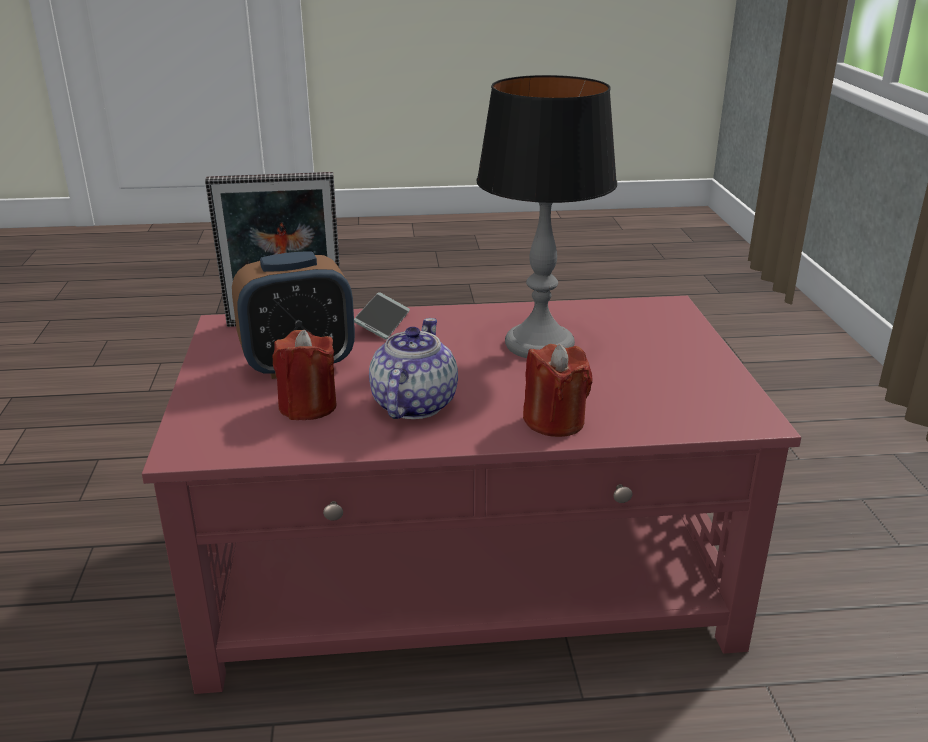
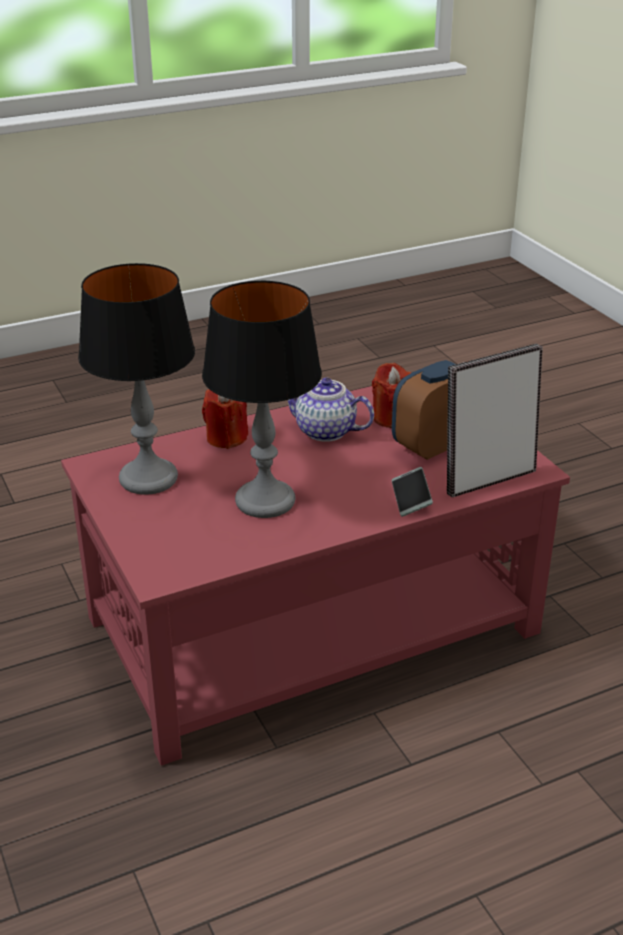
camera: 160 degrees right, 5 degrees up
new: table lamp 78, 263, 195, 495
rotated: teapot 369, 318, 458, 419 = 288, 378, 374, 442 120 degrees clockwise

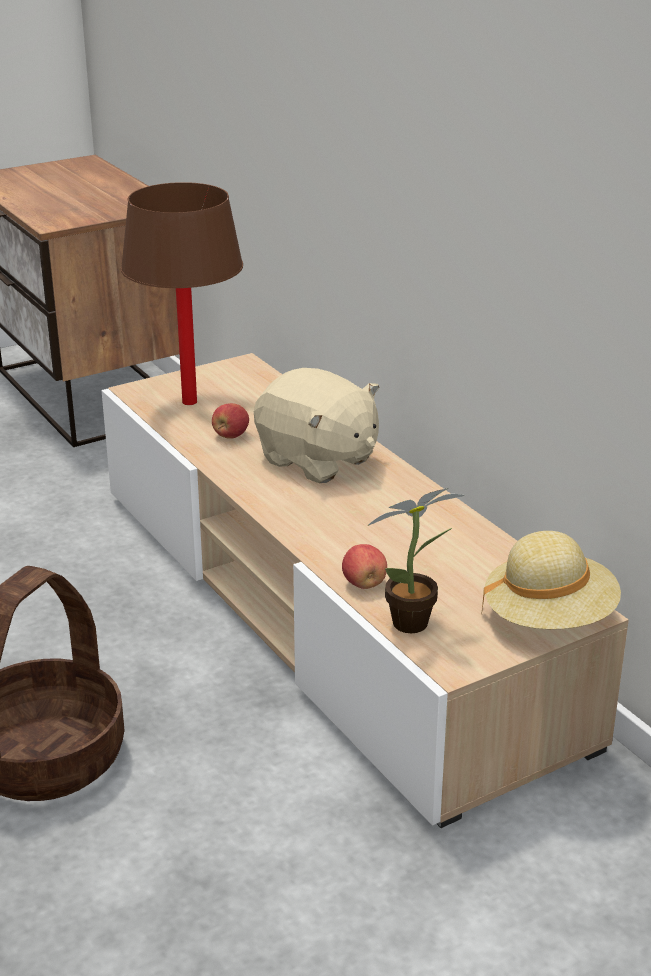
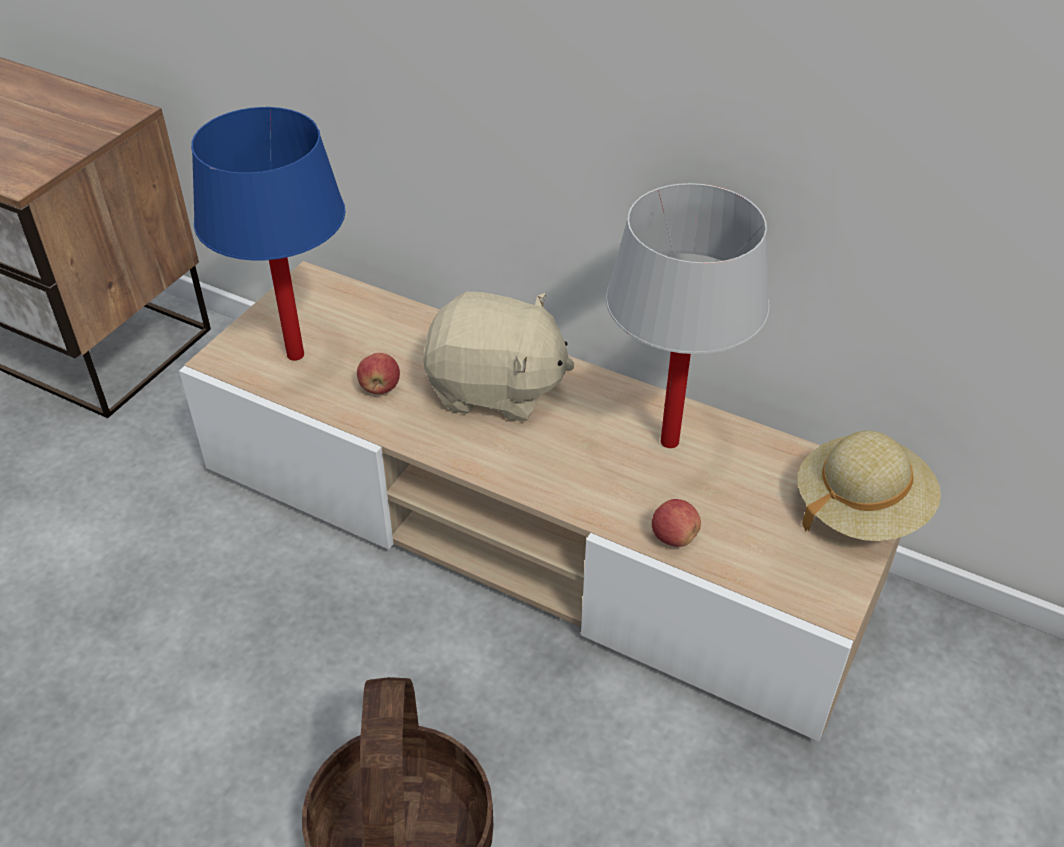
camera: 30 degrees left, 15 degrees up
gone: houseplant 368, 488, 465, 633
new: table lamp (whitish) 606, 183, 769, 448
repainted: table lamp (brown-coloured) 121, 182, 243, 405 to table lamp (bluish) 191, 107, 346, 361

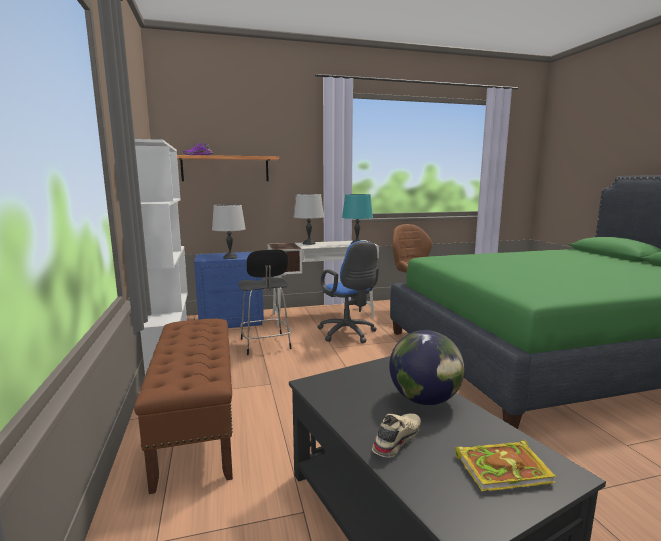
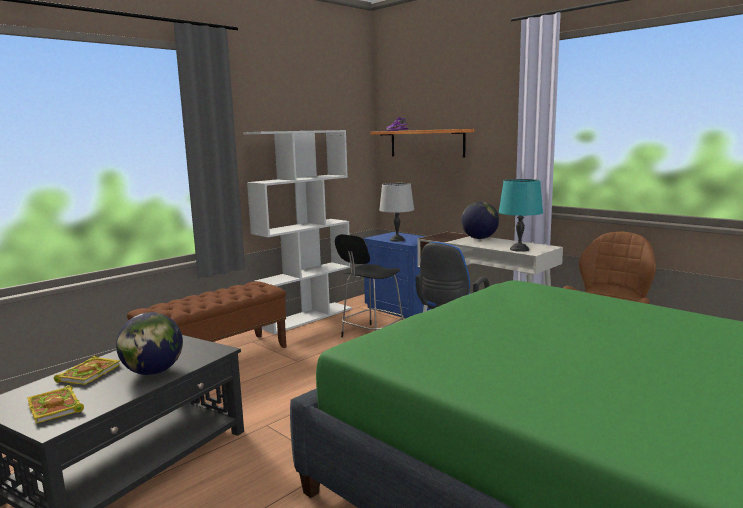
camera: 60 degrees right, 0 degrees up
swapped: table lamp (grey) 294, 194, 324, 245 to globe 461, 202, 499, 239; shoe (beige) 372, 413, 421, 458 to volume 54, 355, 121, 385

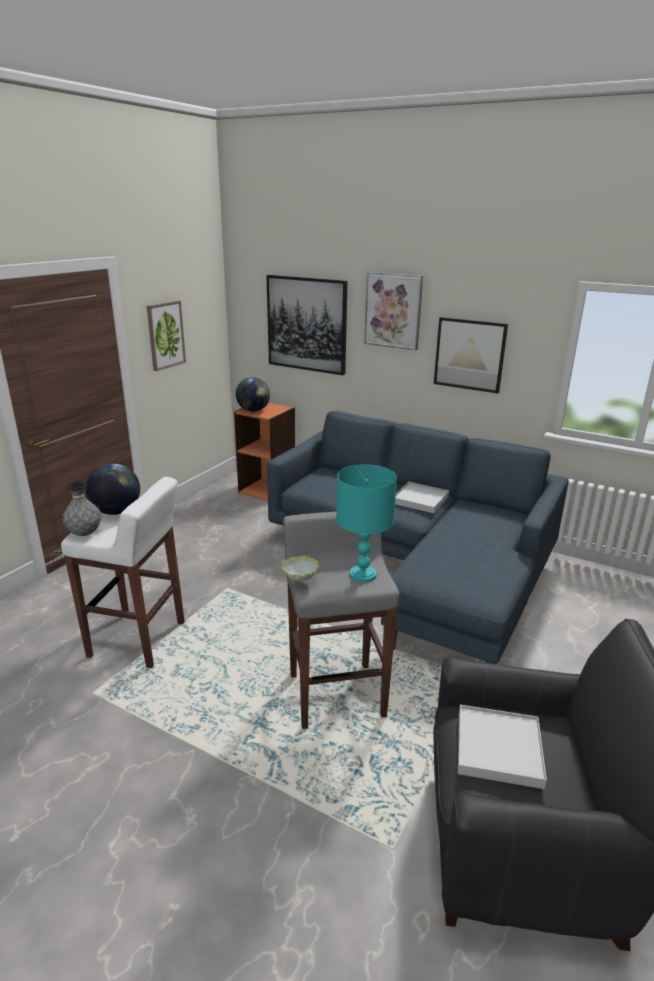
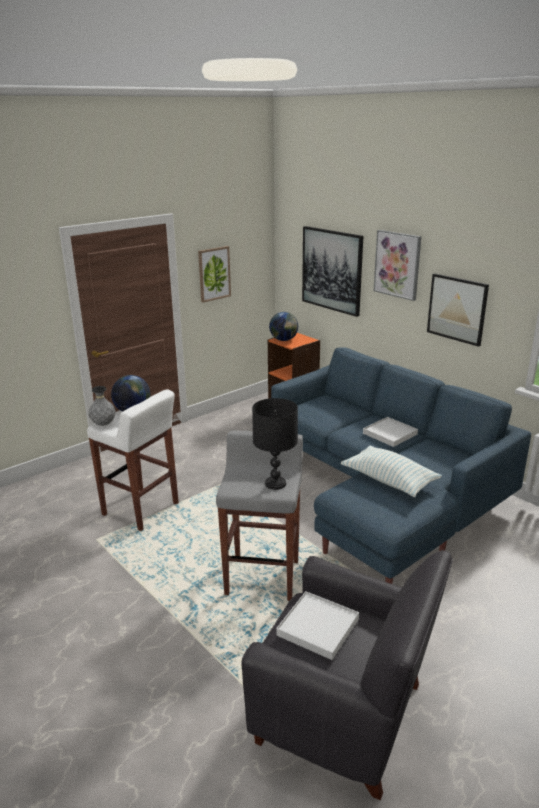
camera: 20 degrees right, 0 degrees up
gone: serving bowl 281, 556, 319, 582
new: cushion 341, 446, 442, 497
repainted: table lamp (turquoise-coloured) 336, 464, 397, 582 to table lamp (black) 252, 398, 298, 490

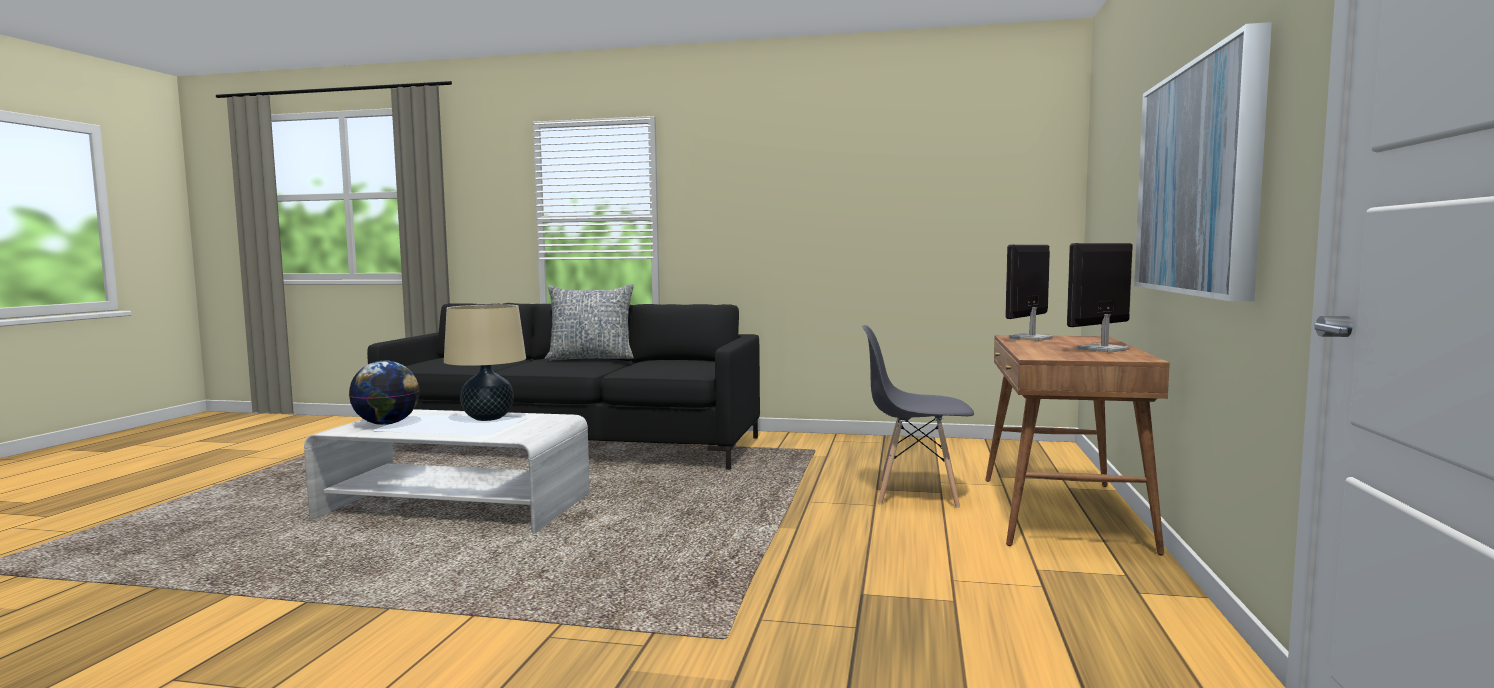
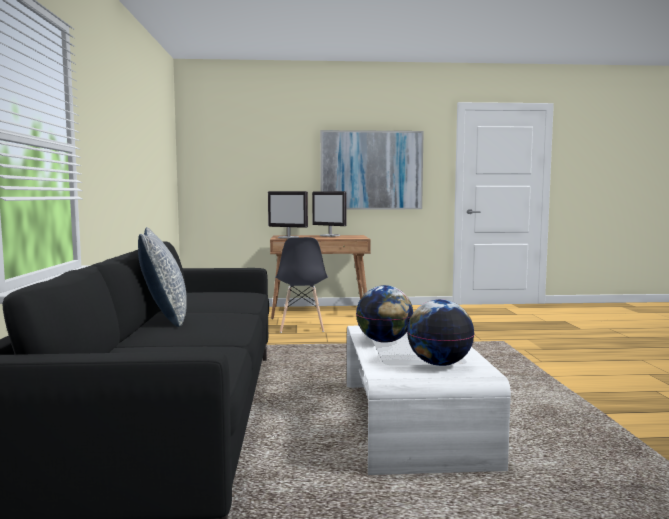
camera: 105 degrees left, 0 degrees up
swapped: table lamp (beige) 444, 304, 526, 421 to globe 356, 285, 413, 343

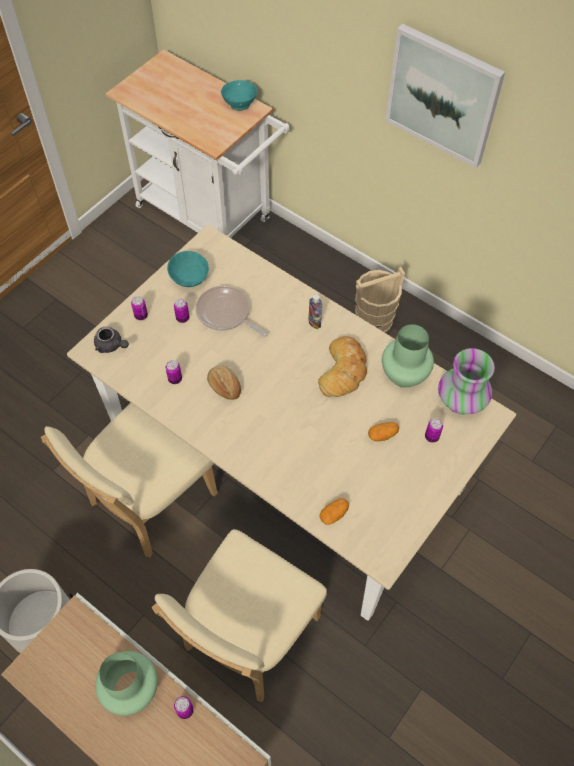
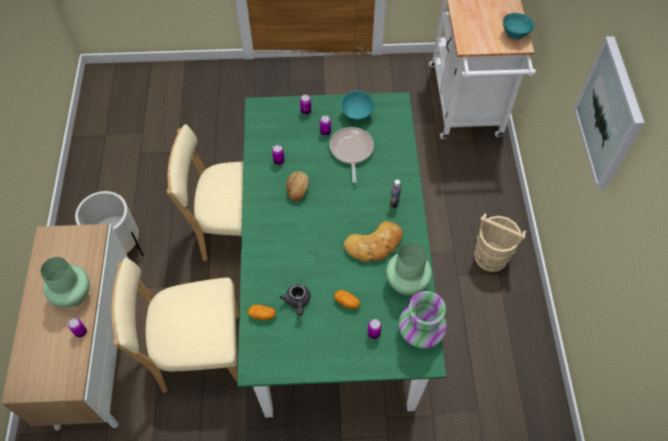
camera: 50 degrees right, 0 degrees up
shifted: teapot (grey) 94, 326, 129, 353 to 280, 284, 310, 315
repainted: dinner table (beige) 67, 225, 516, 621 to dinner table (green-coloured) 237, 92, 446, 418

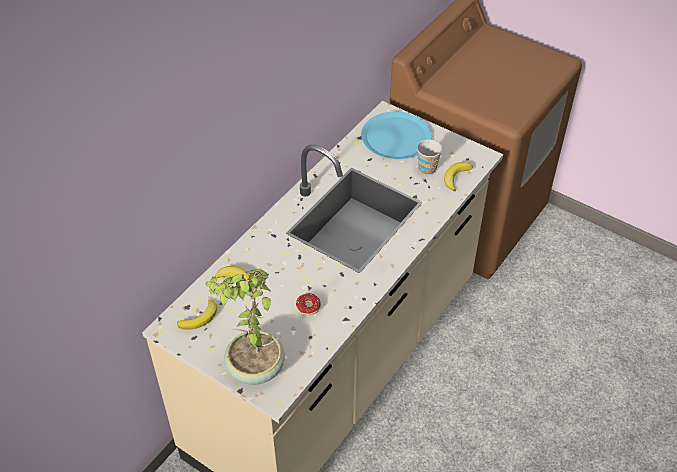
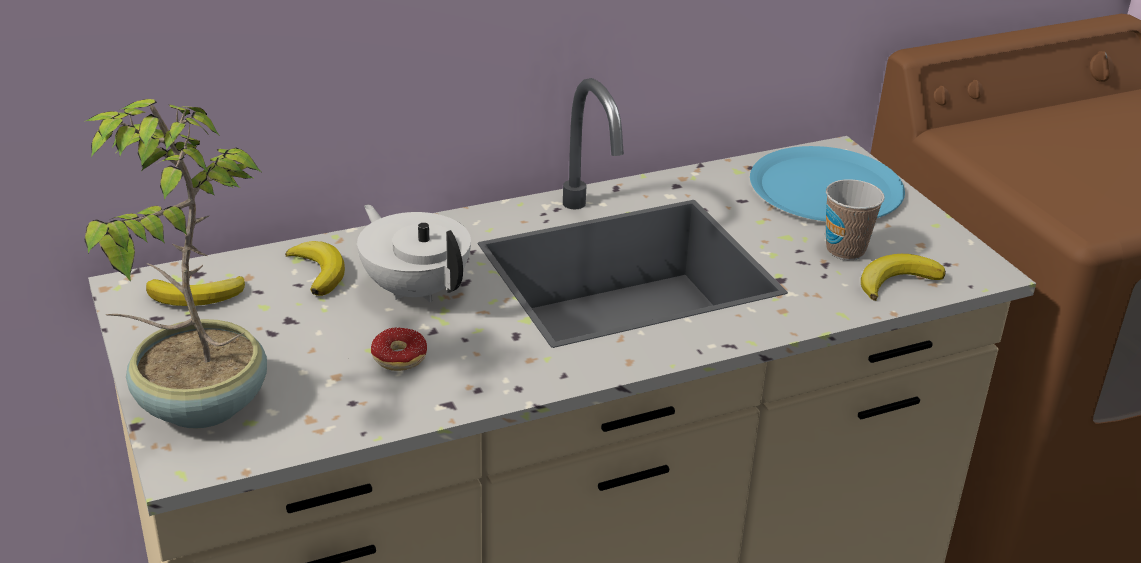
camera: 30 degrees right, 15 degrees down
new: teapot (whitish) 357, 205, 471, 302

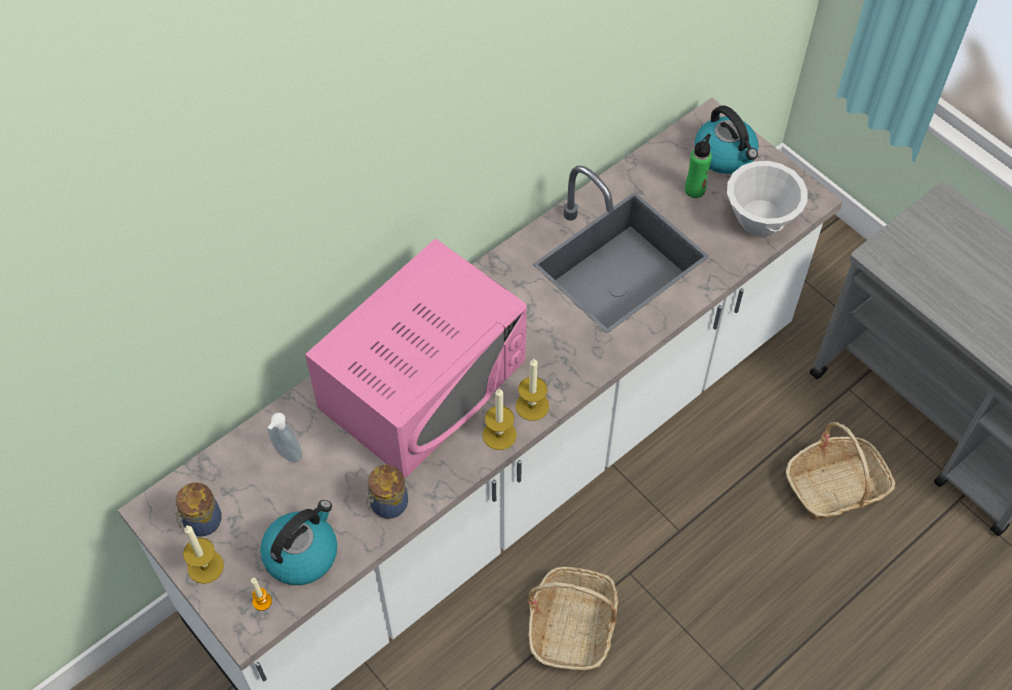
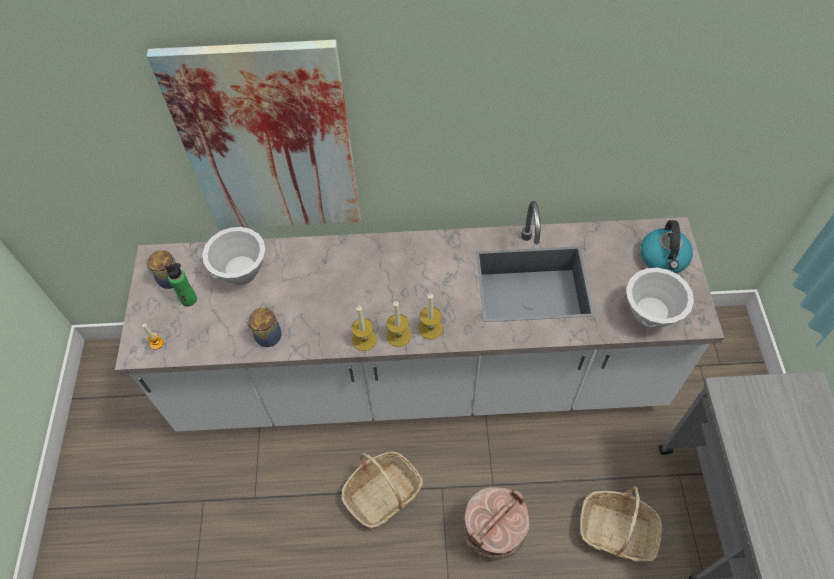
camera: 40 degrees right, 0 degrees up
gone: kettle 260, 500, 337, 585; microwave oven (pink) 305, 238, 527, 478
new: wall art 147, 40, 361, 229; pail (brown-coloured) 463, 487, 530, 561
shifted: wax candle 183, 525, 224, 584 to 418, 292, 443, 339; bottle (green-coloured) 685, 134, 712, 198 to 165, 263, 197, 306
swapped: soap dispenser 268, 413, 303, 463 to serving bowl (whitish) 202, 227, 265, 285

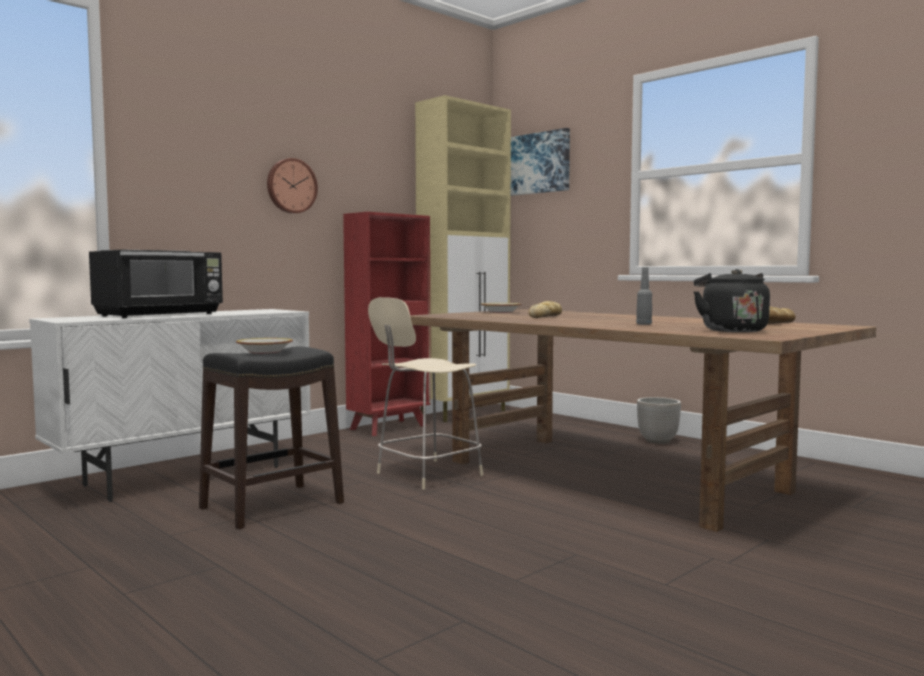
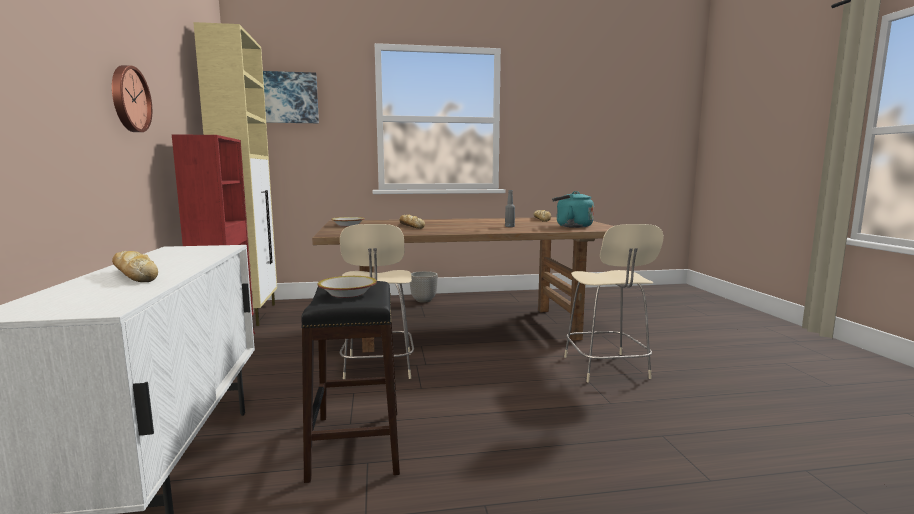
camera: 55 degrees left, 5 degrees up
new: upright chair (beige) 564, 224, 664, 383
swapped: microwave oven (black) 89, 250, 223, 318 to bread 112, 251, 158, 282
repainted: kettle (black) 694, 269, 770, 332 to kettle (turquoise-coloured) 552, 191, 594, 228

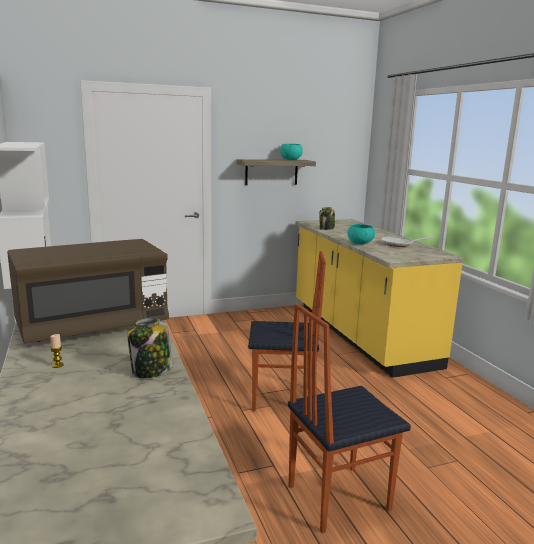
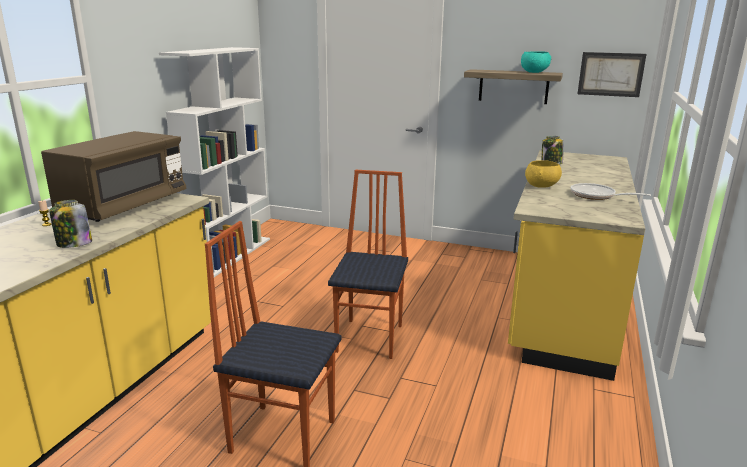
camera: 40 degrees right, 5 degrees up
new: wall art 577, 52, 646, 97
repainted: serving bowl (turquoise-coloured) 348, 224, 375, 245 to serving bowl (yellowish) 525, 160, 562, 188
rotated: microwave oven (brown-coloured) 7, 239, 169, 344 = 41, 131, 187, 222 75 degrees counterclockwise; upright chair 248, 251, 326, 411 = 328, 170, 408, 359 120 degrees counterclockwise

